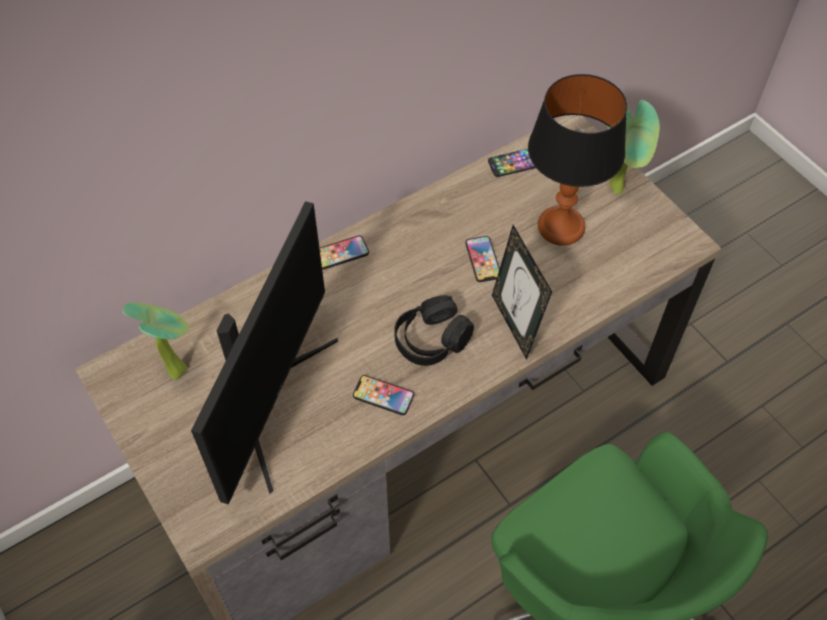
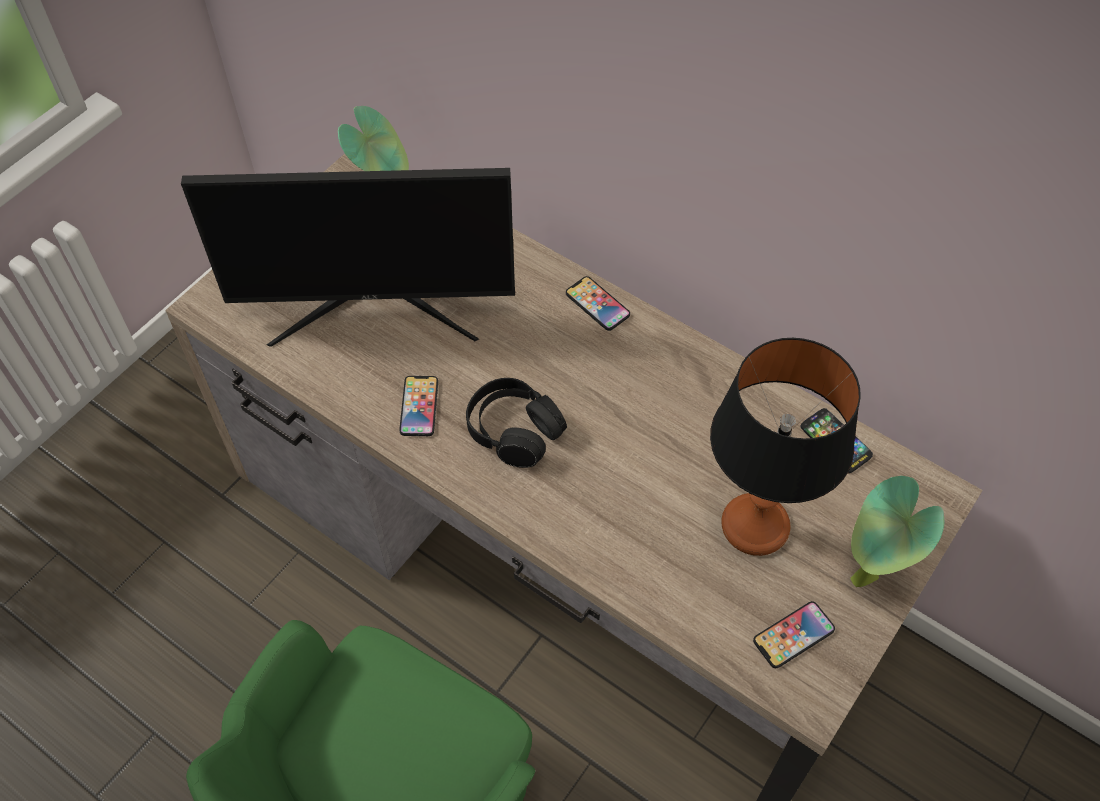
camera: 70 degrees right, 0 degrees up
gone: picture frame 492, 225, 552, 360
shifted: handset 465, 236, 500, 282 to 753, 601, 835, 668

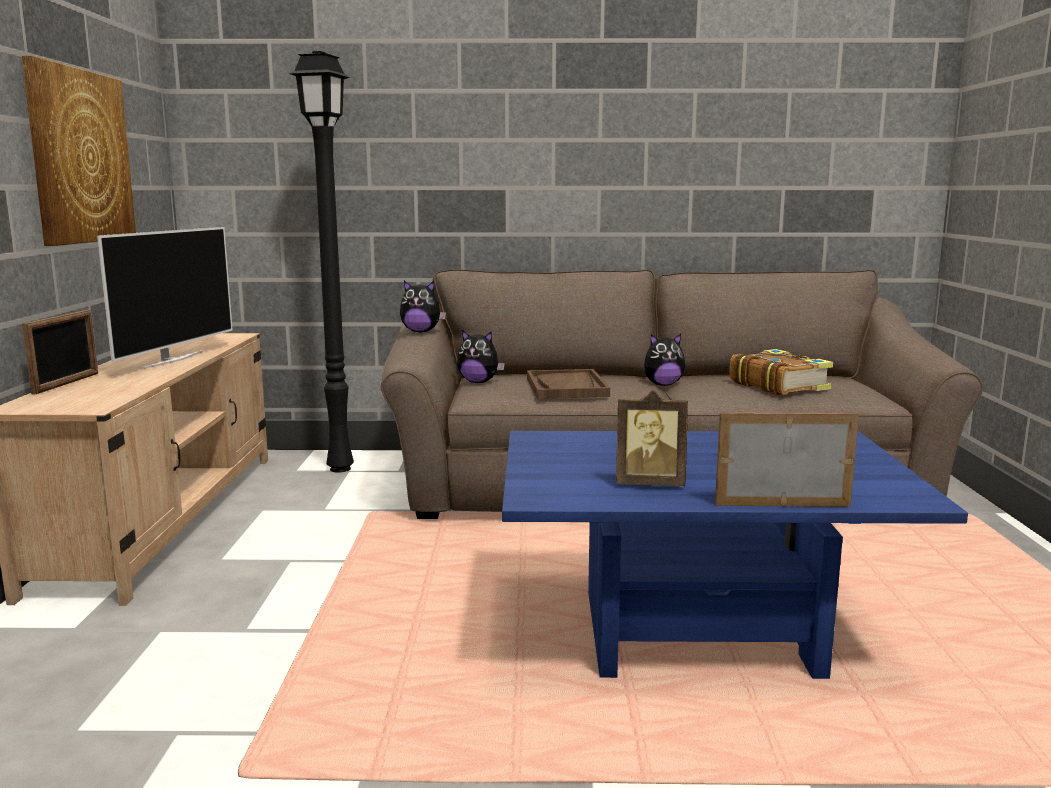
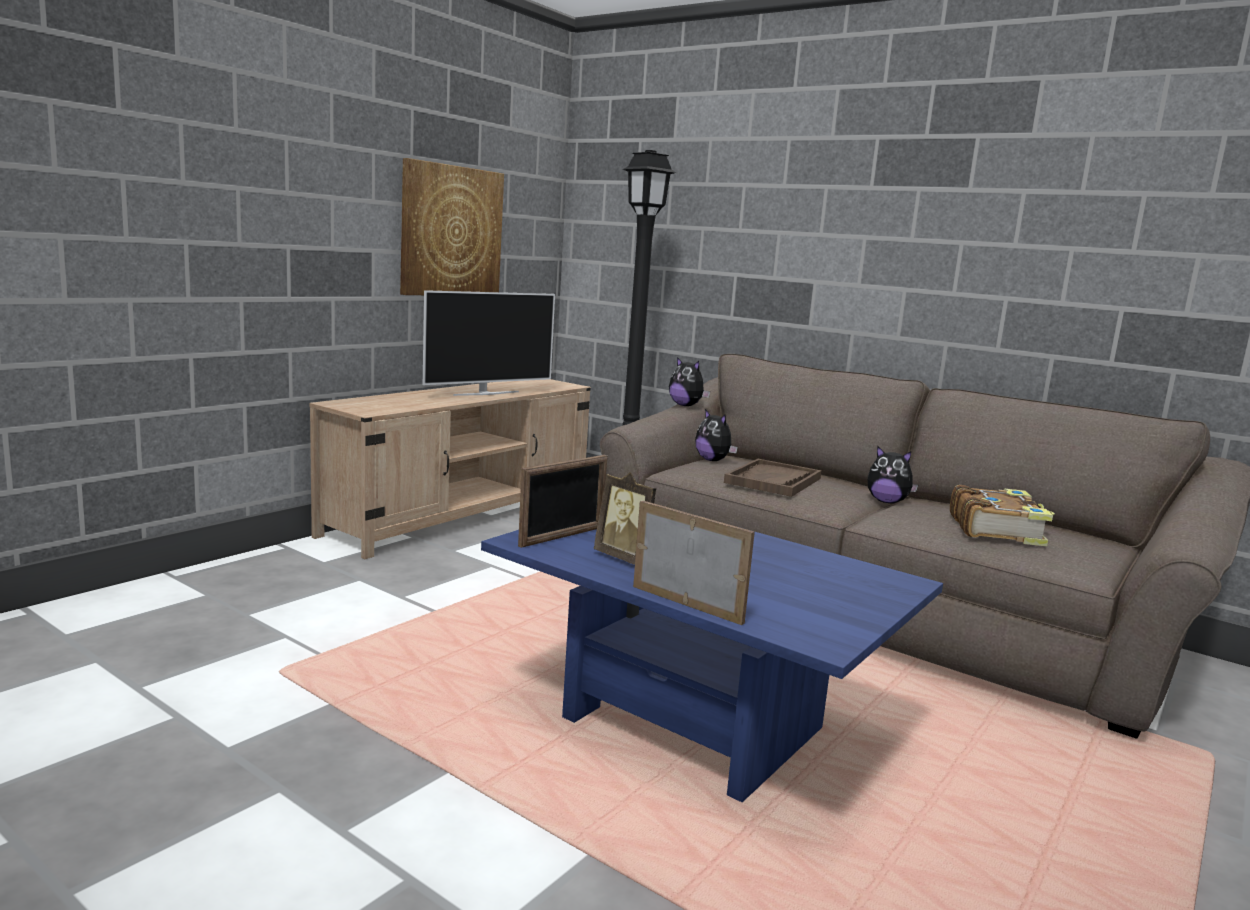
camera: 35 degrees right, 0 degrees up
shifted: picture frame 22, 310, 98, 394 to 518, 455, 607, 548

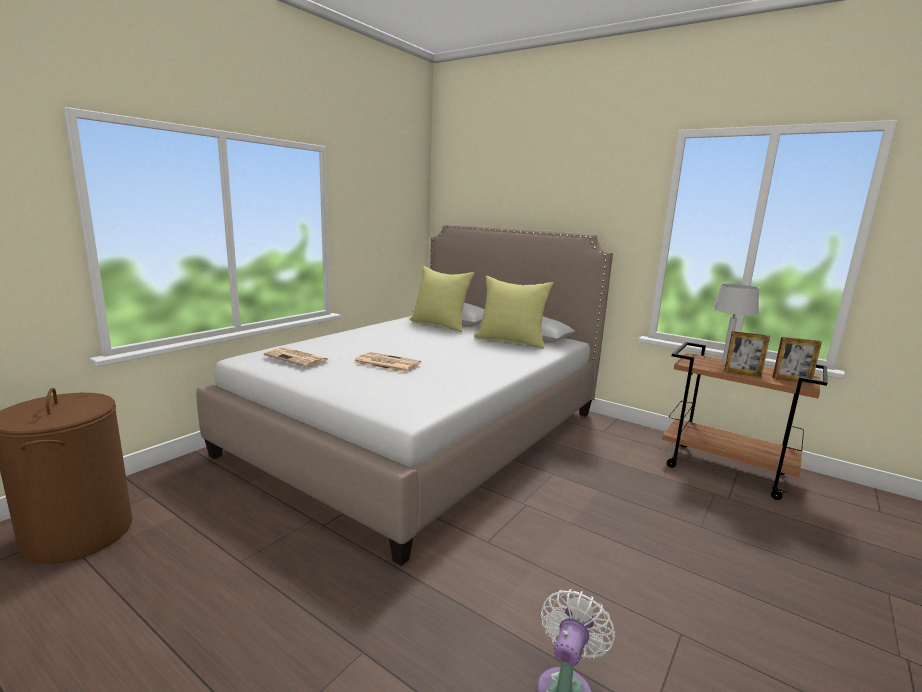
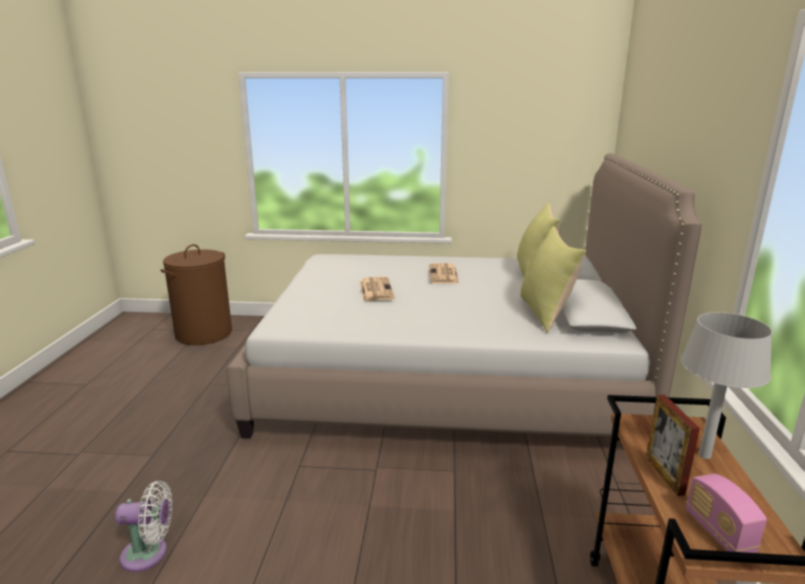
camera: 60 degrees right, 5 degrees up
shifted: printed paper 264, 347, 328, 367 to 429, 263, 459, 284
swapped: picture frame 772, 337, 822, 383 to radio set 686, 474, 767, 553

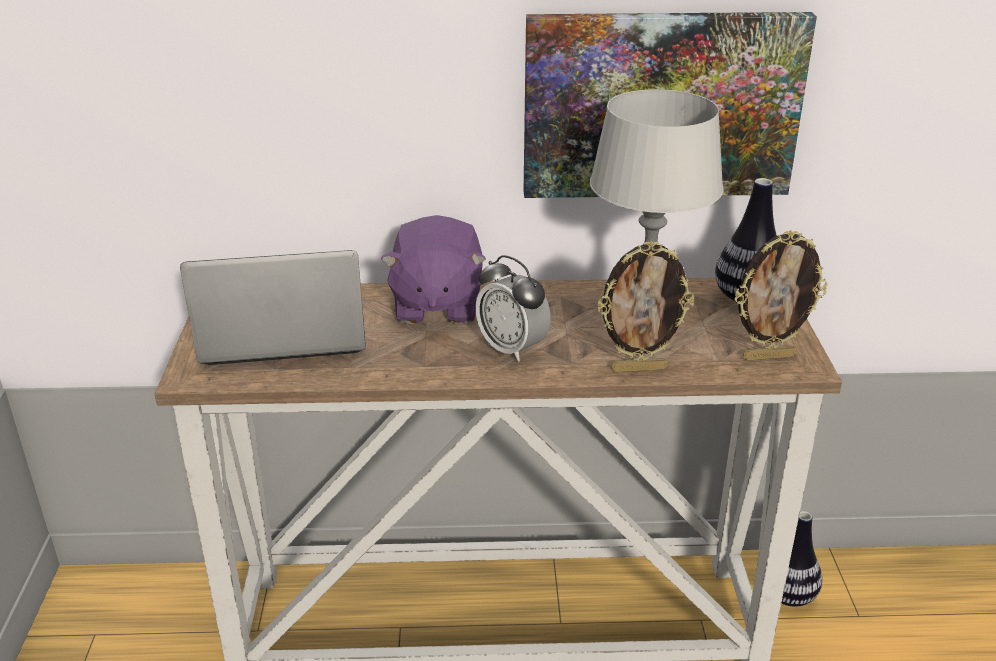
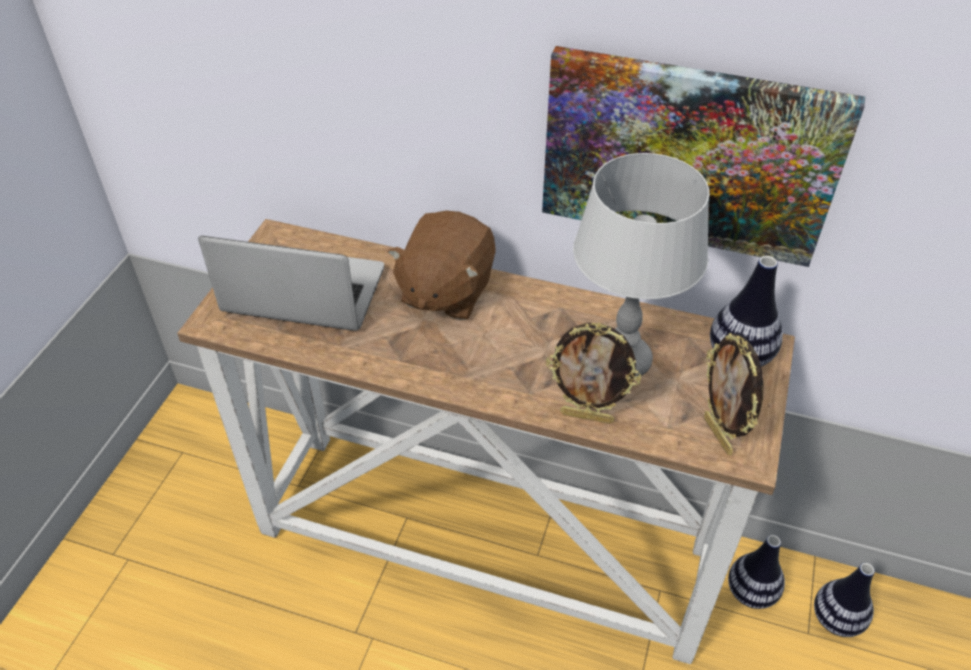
camera: 20 degrees right, 15 degrees up
gone: alarm clock 475, 255, 551, 362
new: decorative vase 814, 563, 875, 637
repainted: cuddly toy (purplish) 381, 215, 486, 324 to cuddly toy (brown-coloured) 387, 211, 496, 320
rotated: picture frame 734, 230, 828, 361 = 704, 333, 764, 455 60 degrees clockwise

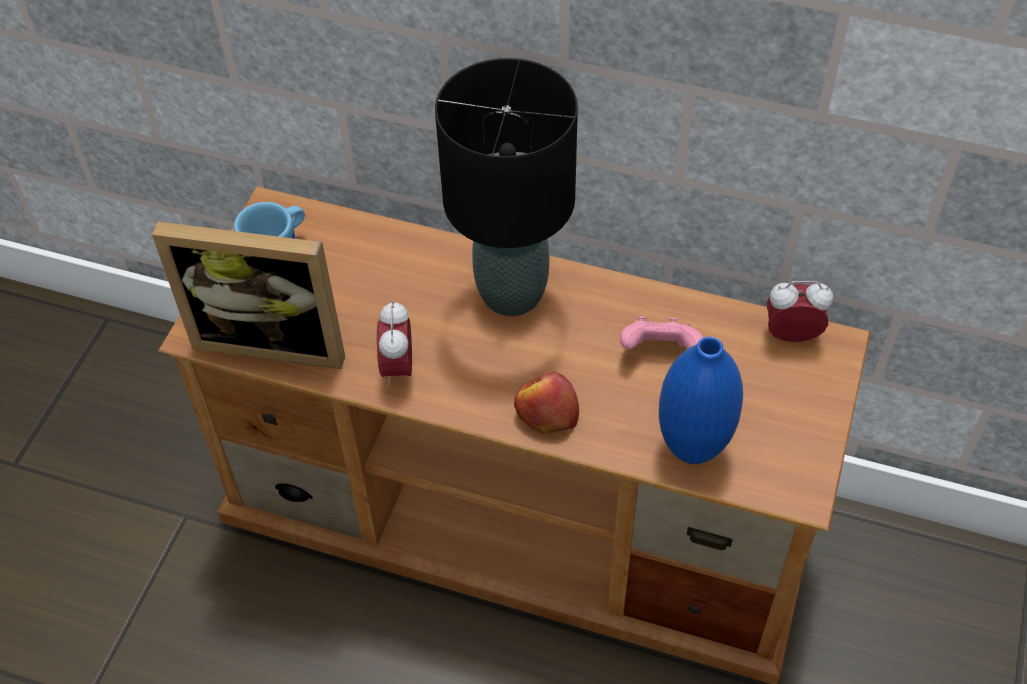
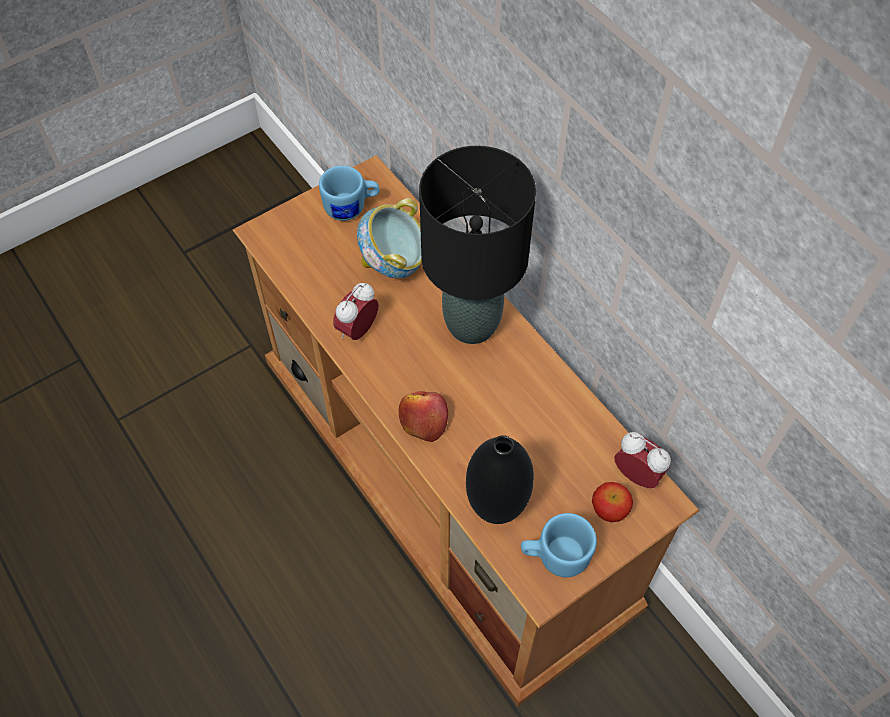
camera: 35 degrees right, 5 degrees up
gone: picture frame 152, 222, 345, 369; joypad (pink) 620, 316, 703, 349
new: serving bowl 357, 198, 422, 278; tea mug (bluish) 521, 513, 597, 577; apple fruit 592, 482, 633, 522
repainted: decorative vase (bluish) 659, 337, 743, 464 to decorative vase (black) 466, 435, 534, 524

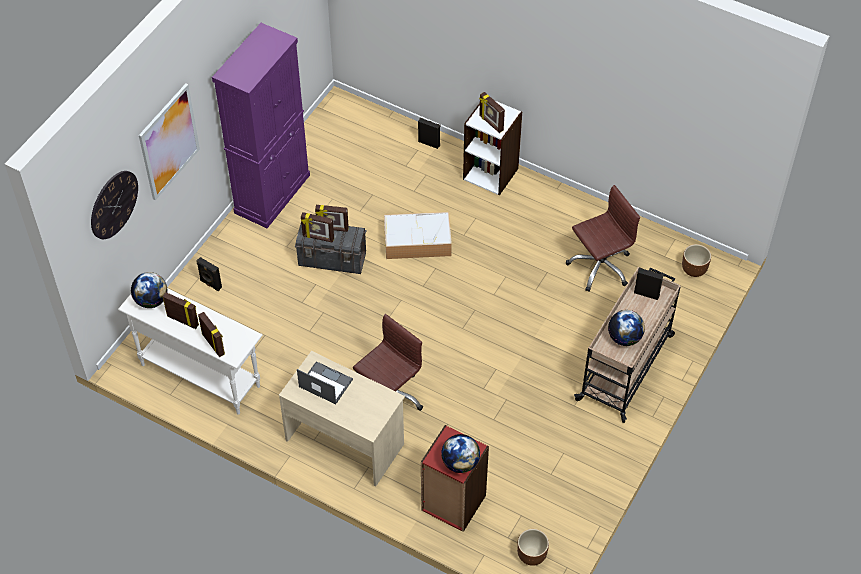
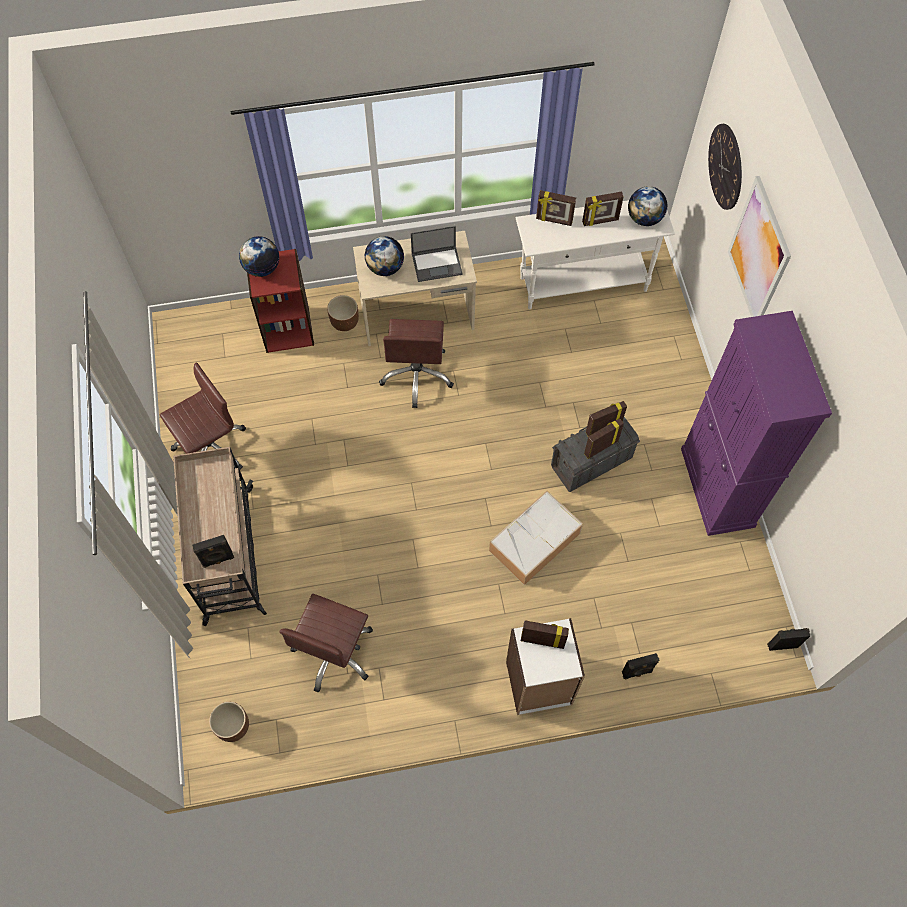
camera: 140 degrees right, 10 degrees up
new: desk chair (brown-coloured) 160, 362, 246, 470
shifted: speaker (black) 196, 257, 222, 291 to 767, 628, 810, 651; plant pot (brown-coloured) 517, 529, 549, 566 to 327, 295, 359, 331; globe 608, 310, 645, 346 to 365, 236, 404, 276

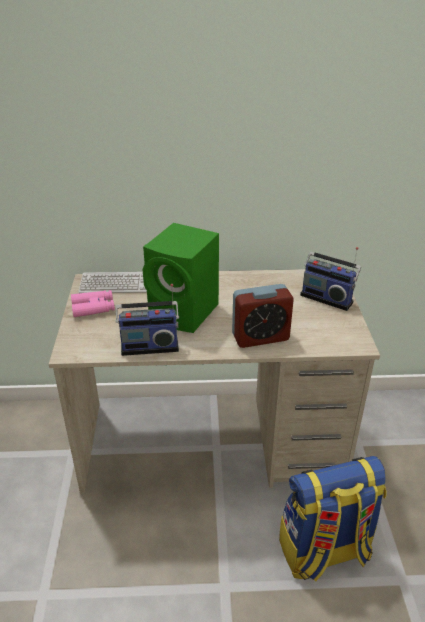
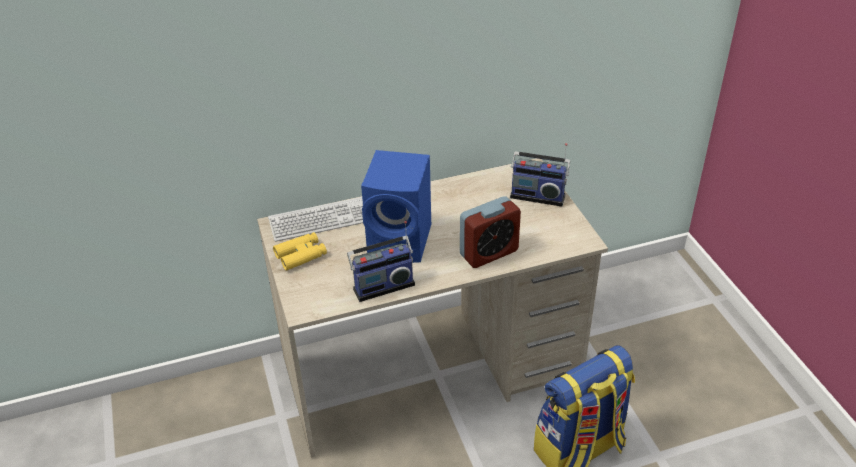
camera: 15 degrees left, 5 degrees up
repainted: pair of binoculars (pink) 71, 290, 115, 317 to pair of binoculars (yellowish) 273, 232, 327, 271; speaker (green-coloured) 143, 223, 219, 333 to speaker (bluish) 361, 150, 431, 263

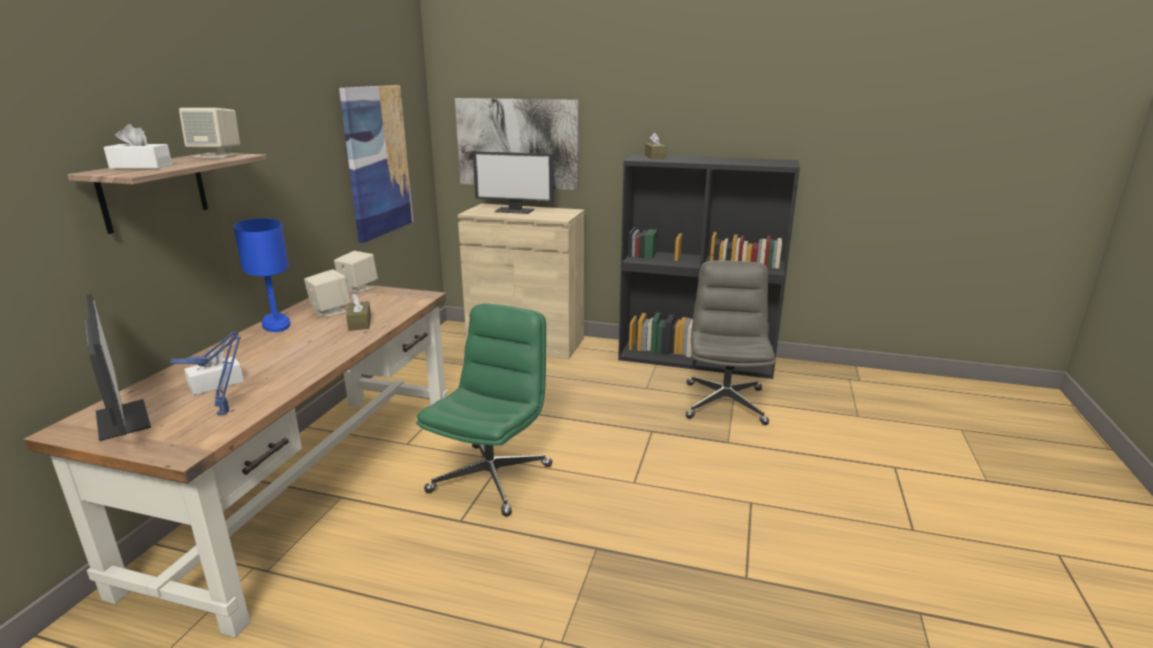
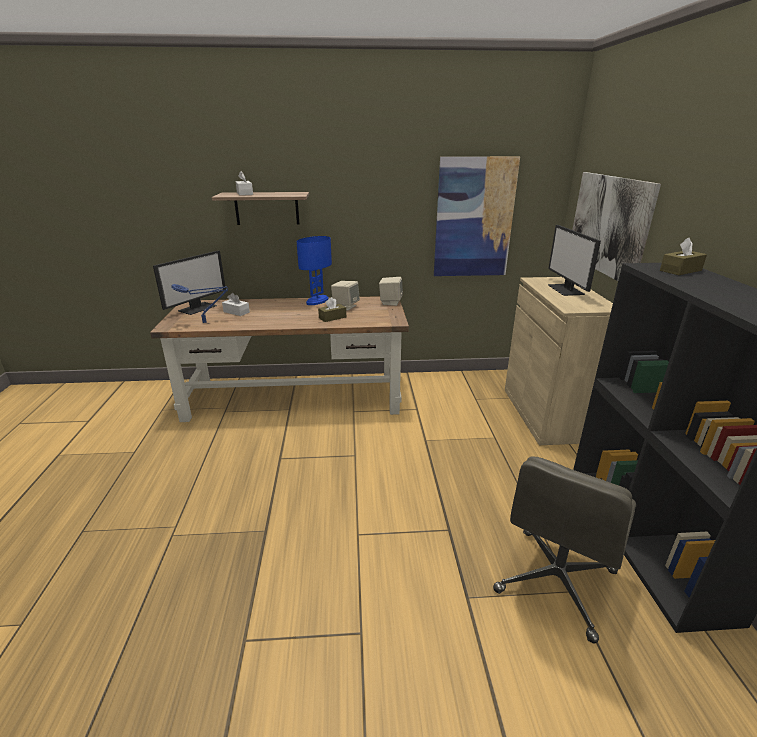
camera: 70 degrees right, 5 degrees up
gone: speaker (beige) 179, 108, 240, 158; desk chair (green-coloured) 416, 304, 553, 517
rotated: desk chair (grey) 686, 260, 776, 425 = 493, 456, 636, 643 135 degrees clockwise

